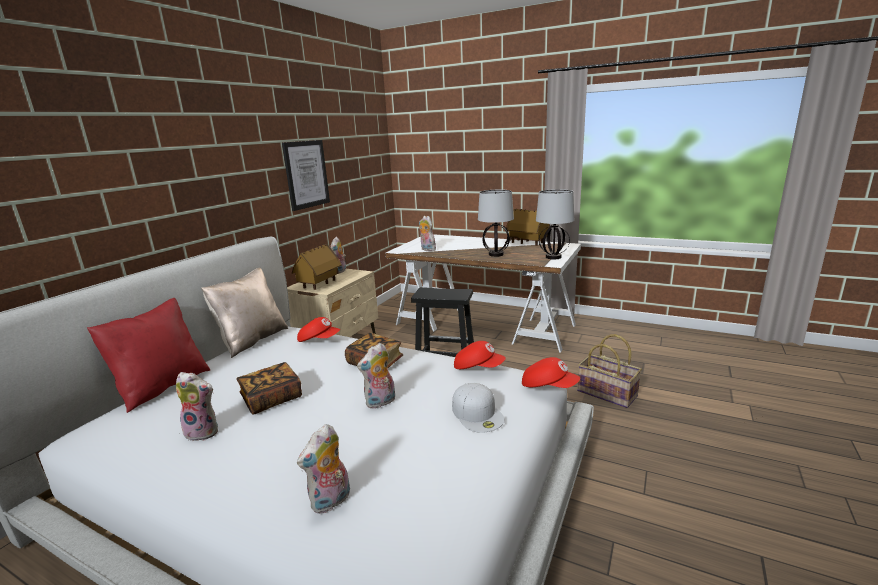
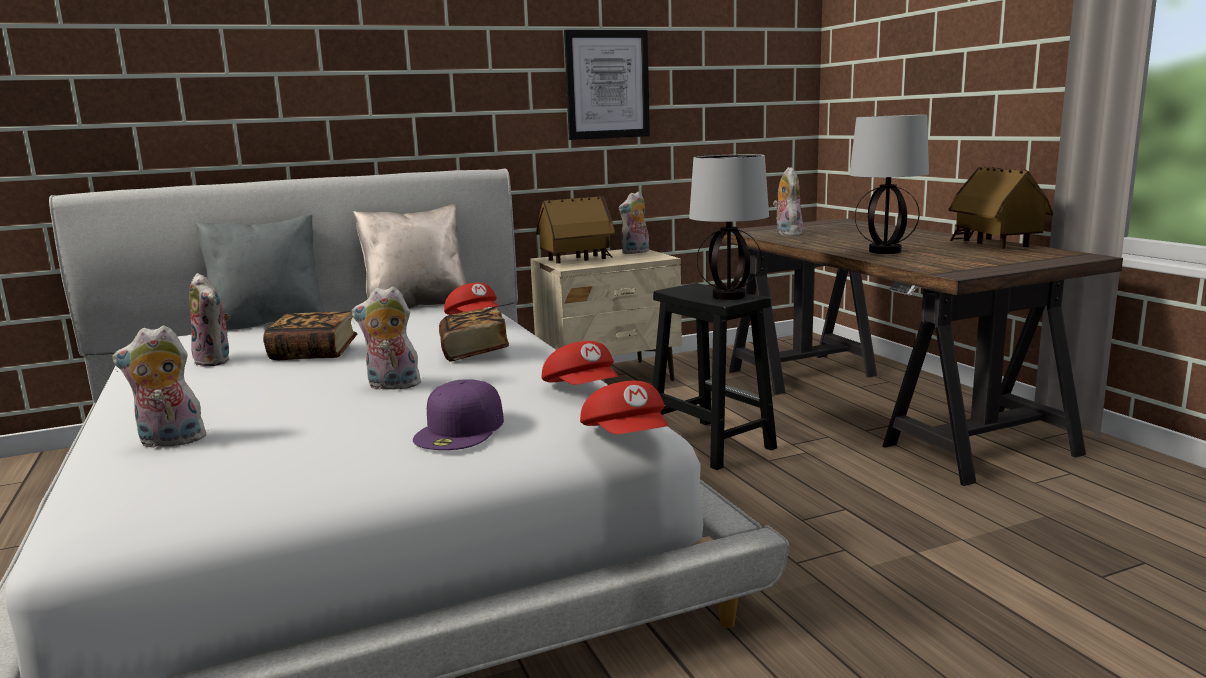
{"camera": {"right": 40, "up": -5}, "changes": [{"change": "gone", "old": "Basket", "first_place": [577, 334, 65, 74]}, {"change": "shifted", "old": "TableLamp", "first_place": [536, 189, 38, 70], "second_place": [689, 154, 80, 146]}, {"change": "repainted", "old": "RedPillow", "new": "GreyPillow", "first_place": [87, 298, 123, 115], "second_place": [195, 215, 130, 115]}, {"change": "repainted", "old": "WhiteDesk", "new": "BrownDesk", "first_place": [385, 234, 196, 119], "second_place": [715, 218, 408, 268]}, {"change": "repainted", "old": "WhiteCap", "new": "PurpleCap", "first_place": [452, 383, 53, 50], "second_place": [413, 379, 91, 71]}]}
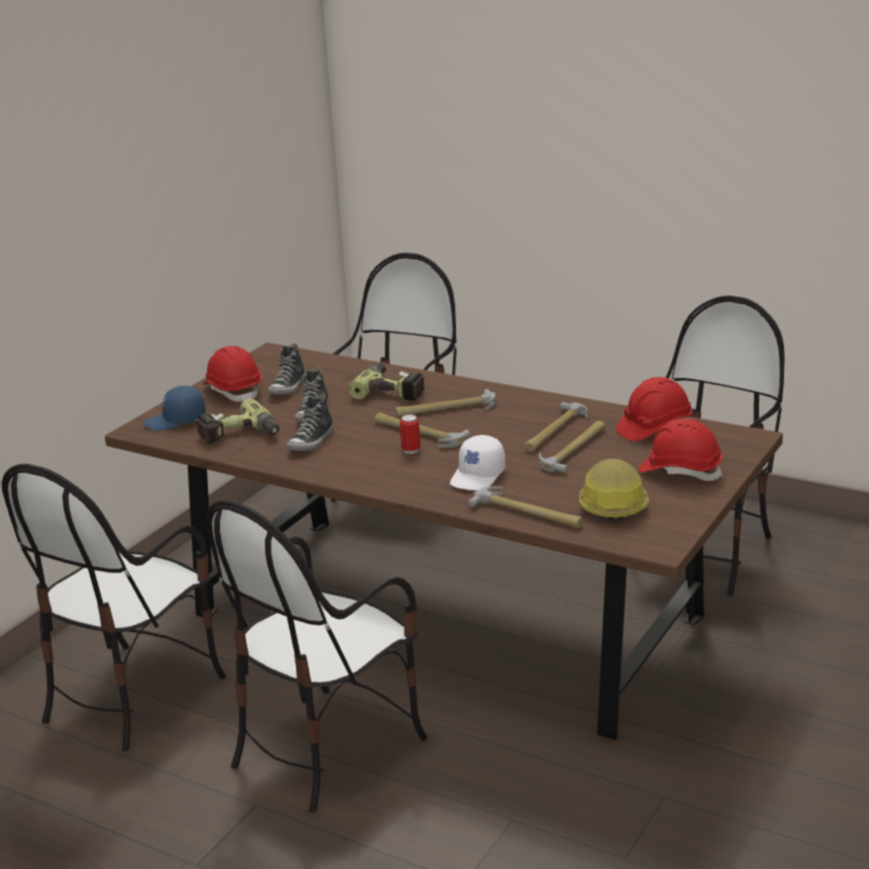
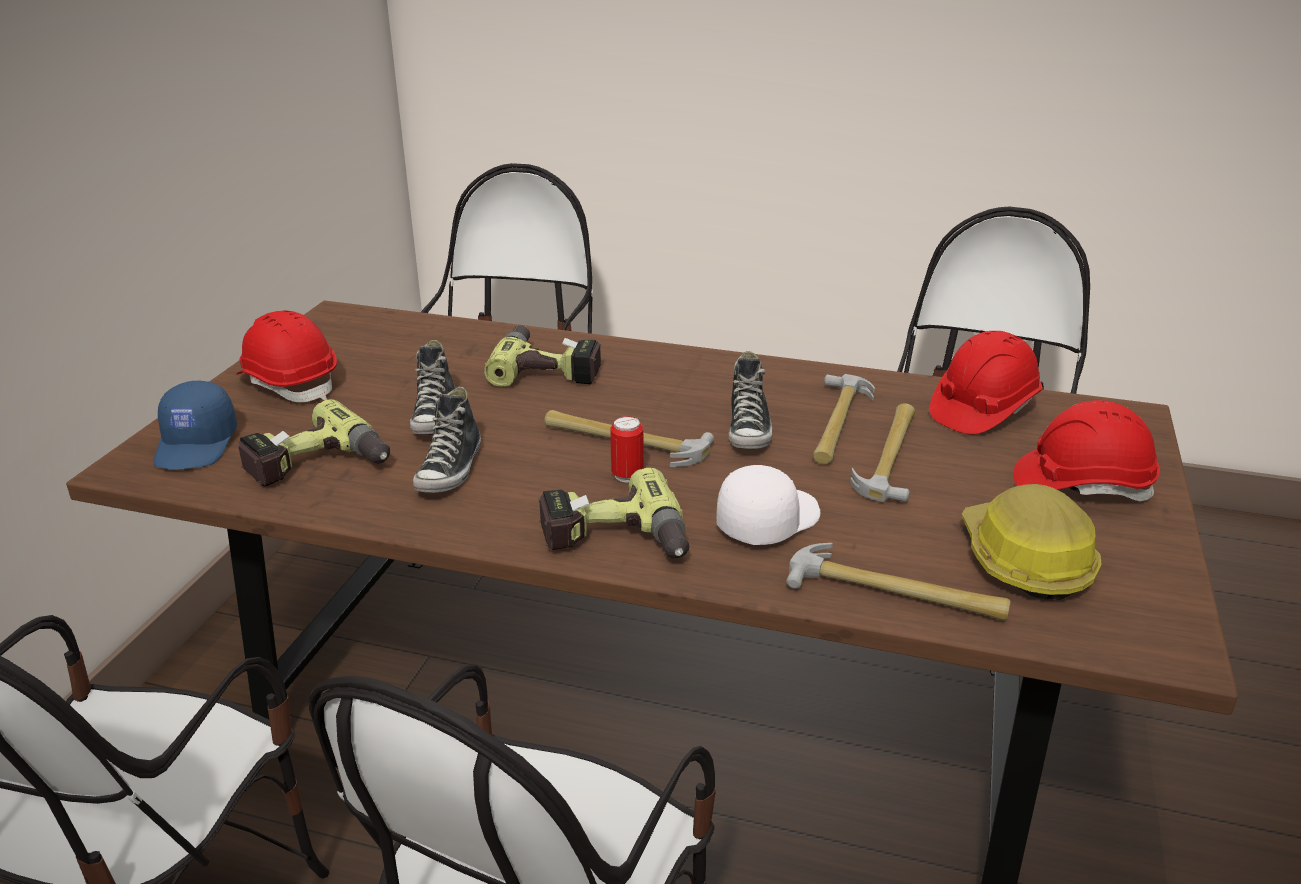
{"camera": {"right": -15, "up": 5}, "changes": [{"change": "gone", "old": "Hammer", "first_place": [395, 389, 101, 28]}, {"change": "new", "new": "PowerDrill", "second_place": [538, 468, 152, 91]}, {"change": "shifted", "old": "Shoe", "first_place": [268, 343, 37, 52], "second_place": [729, 351, 43, 99]}, {"change": "rotated", "old": "BlueCap", "first_place": [143, 386, 63, 45], "second_place": [153, 381, 84, 88], "degrees": -60}, {"change": "rotated", "old": "WhiteCap", "first_place": [450, 435, 56, 56], "second_place": [716, 465, 104, 80], "degrees": -150}]}
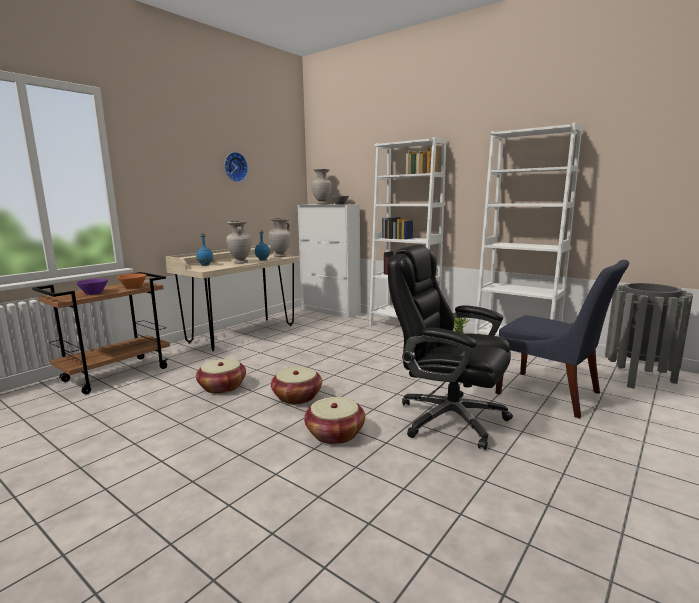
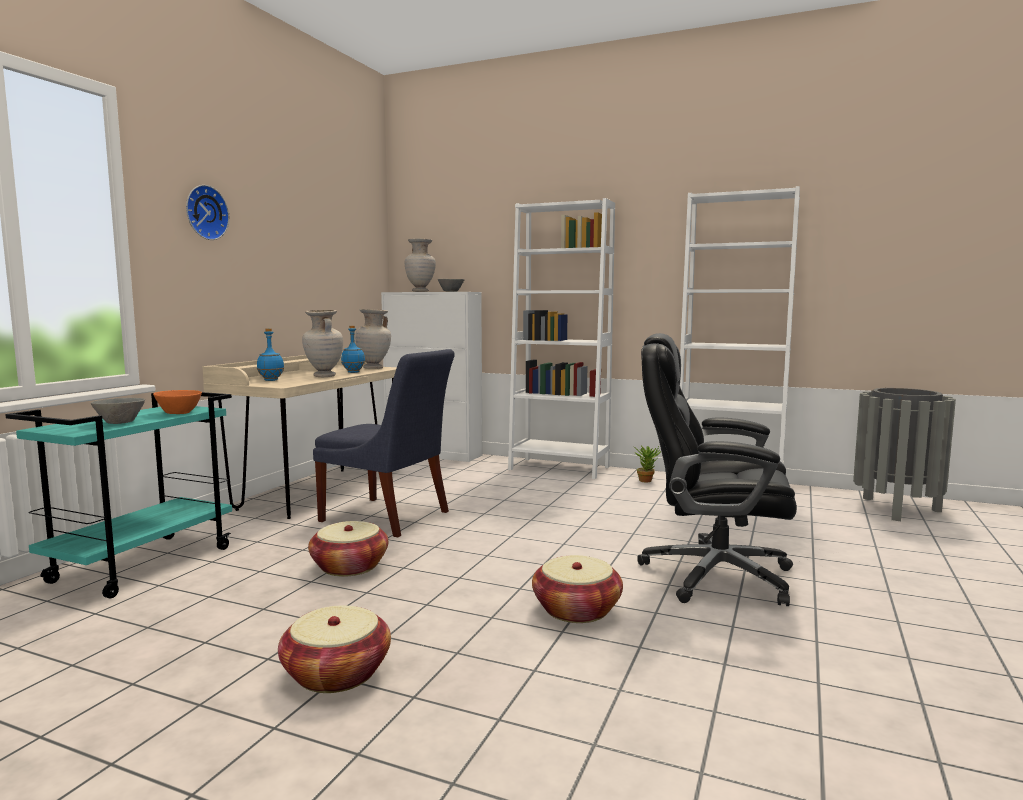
{"camera": {"right": -15, "up": -5}, "changes": [{"change": "shifted", "old": "WallClock", "first_place": [224, 152, 24, 30], "second_place": [186, 185, 43, 55]}, {"change": "shifted", "old": "Basket", "first_place": [271, 367, 51, 37], "second_place": [278, 606, 113, 87]}, {"change": "shifted", "old": "BlueChair", "first_place": [496, 260, 133, 158], "second_place": [313, 349, 142, 188]}, {"change": "repainted", "old": "BrownCart", "new": "TurquoiseCart", "first_place": [32, 272, 138, 122], "second_place": [5, 392, 227, 206]}, {"change": "repainted", "old": "PurpleBowl", "new": "GreyBowl", "first_place": [76, 279, 32, 16], "second_place": [91, 398, 54, 26]}]}
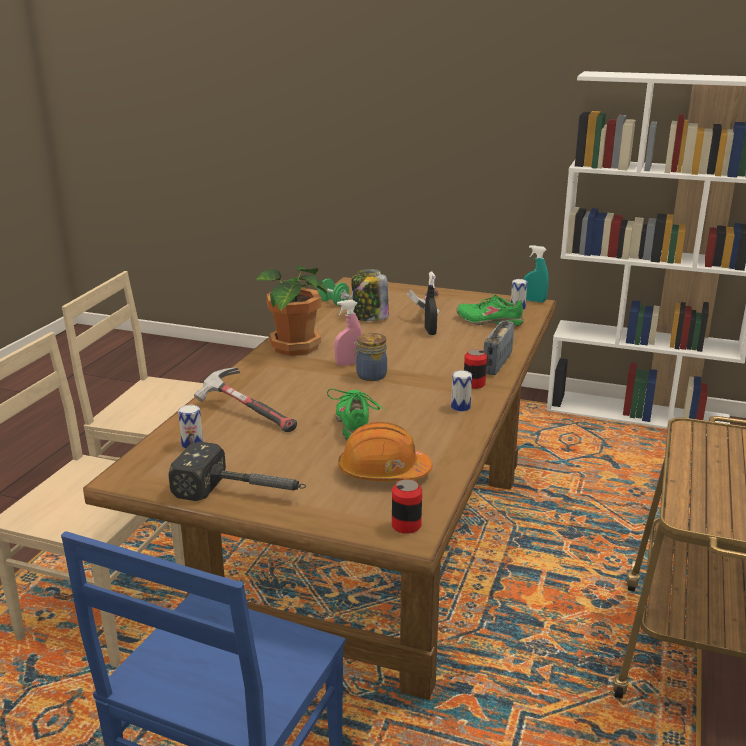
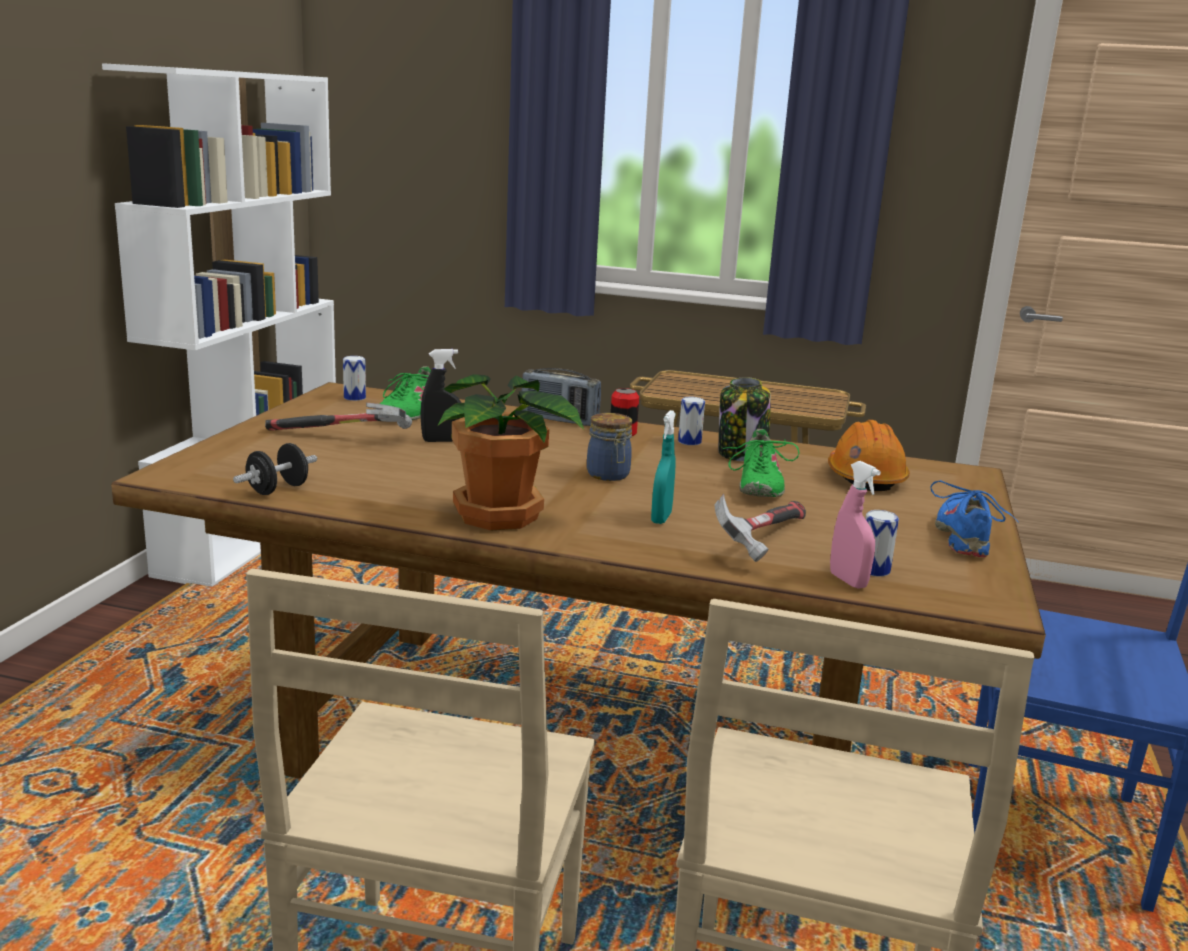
{"camera": {"right": -95, "up": -5}, "changes": [{"change": "gone", "old": "Can", "first_place": [392, 479, 30, 55]}, {"change": "shifted", "old": "PinkSprayBottle", "first_place": [334, 300, 28, 66], "second_place": [830, 461, 51, 128]}, {"change": "shifted", "old": "Jar", "first_place": [352, 269, 37, 52], "second_place": [719, 377, 52, 84]}, {"change": "shifted", "old": "TurquoiseSprayBottle", "first_place": [524, 245, 25, 57], "second_place": [651, 410, 25, 114]}, {"change": "swapped", "old": "Hammer", "new": "BlueShoe", "first_place": [168, 442, 138, 59], "second_place": [930, 480, 89, 78]}, {"change": "repainted", "old": "GreenDumbbell", "new": "BlackDumbbell", "first_place": [317, 279, 35, 27], "second_place": [233, 443, 84, 52]}, {"change": "rotated", "old": "GreenShoe", "first_place": [327, 388, 60, 52], "second_place": [723, 429, 77, 68], "degrees": -75}]}
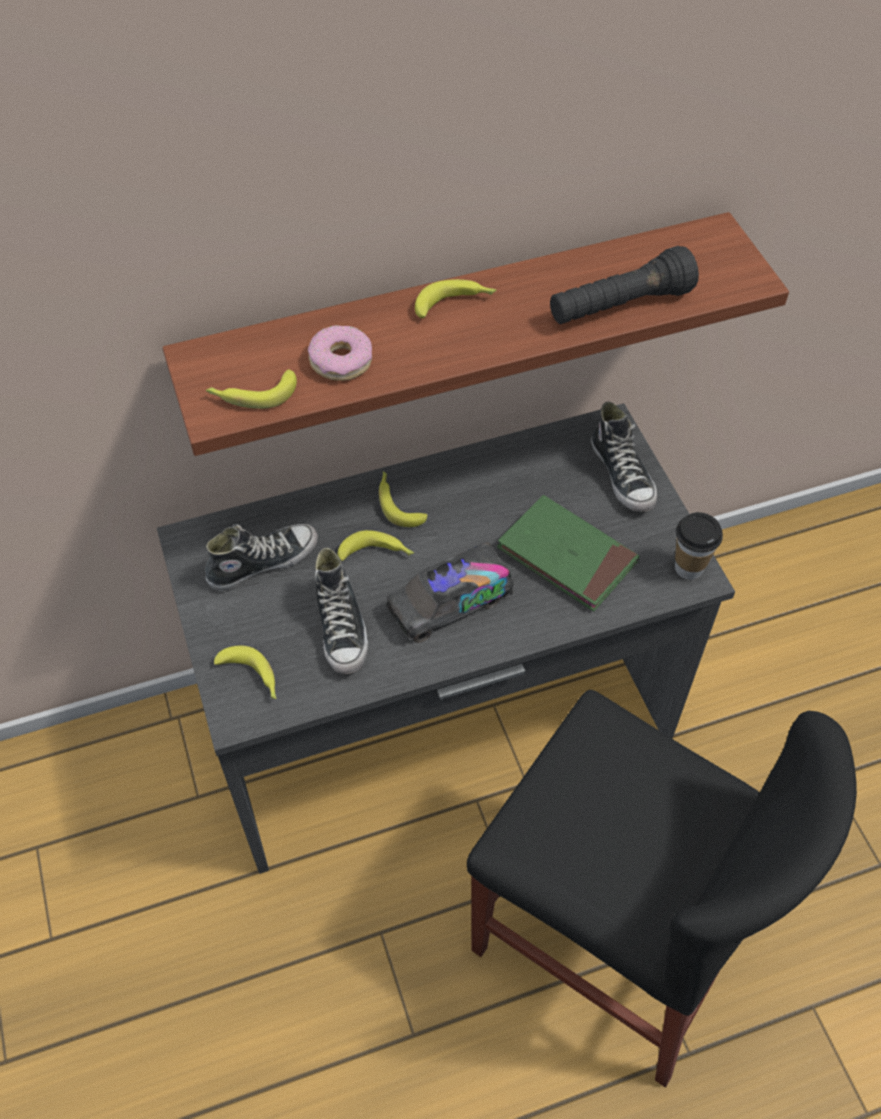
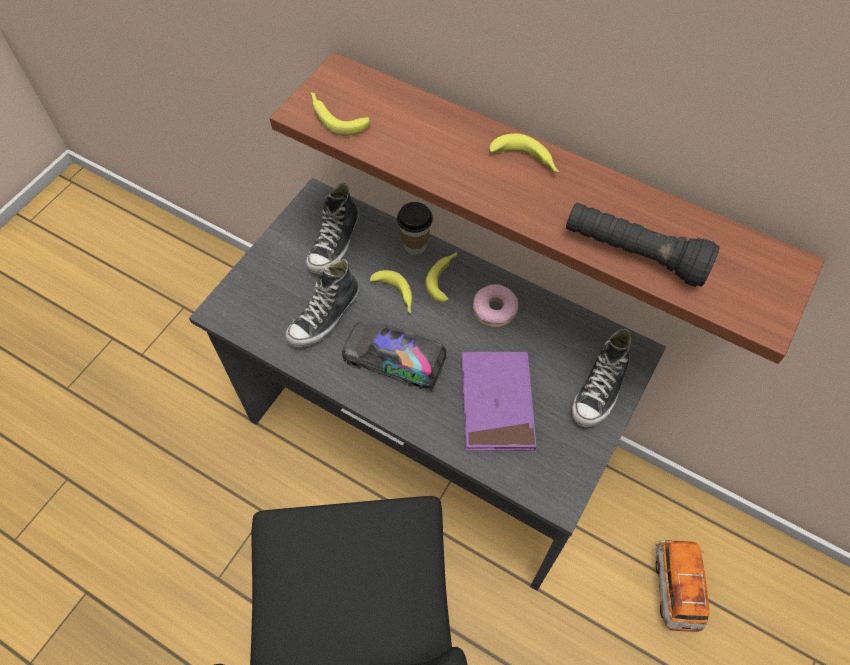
{"camera": {"right": 50, "up": 5}, "changes": [{"change": "gone", "old": "Banana", "first_place": [214, 645, 63, 54]}, {"change": "new", "new": "ToyCar", "second_place": [656, 540, 53, 92]}, {"change": "shifted", "old": "Donut", "first_place": [308, 325, 64, 56], "second_place": [473, 284, 45, 43]}, {"change": "shifted", "old": "Cup", "first_place": [675, 512, 48, 68], "second_place": [397, 202, 36, 53]}, {"change": "repainted", "old": "GreenBook", "new": "PurpleBook", "first_place": [497, 495, 142, 116], "second_place": [461, 352, 75, 99]}, {"change": "rotated", "old": "Shoe", "first_place": [205, 524, 113, 67], "second_place": [306, 183, 53, 91], "degrees": 90}]}
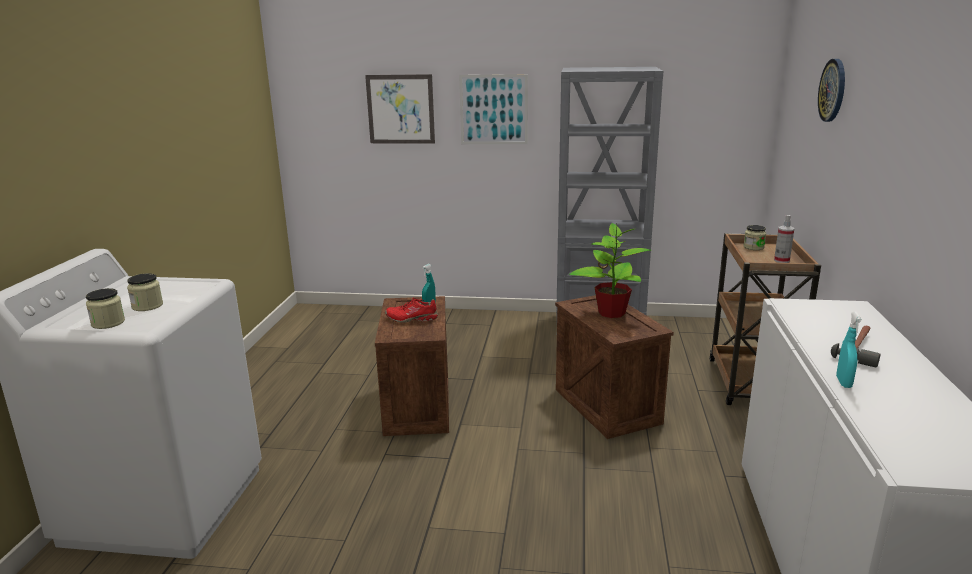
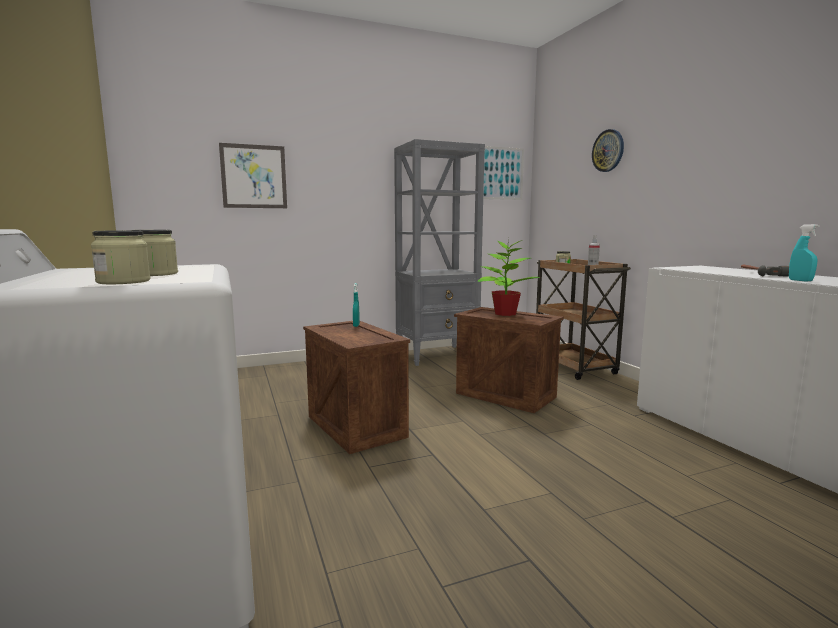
{"camera": {"right": -30, "up": -10}, "changes": [{"change": "gone", "old": "RedShoe", "first_place": [385, 298, 53, 25]}, {"change": "shifted", "old": "Picture", "first_place": [459, 74, 69, 70], "second_place": [483, 146, 41, 54]}]}
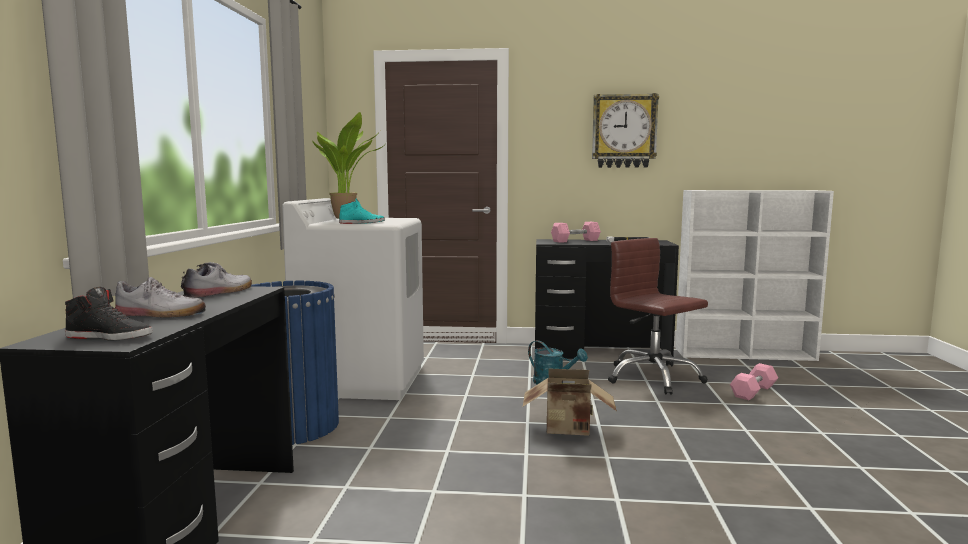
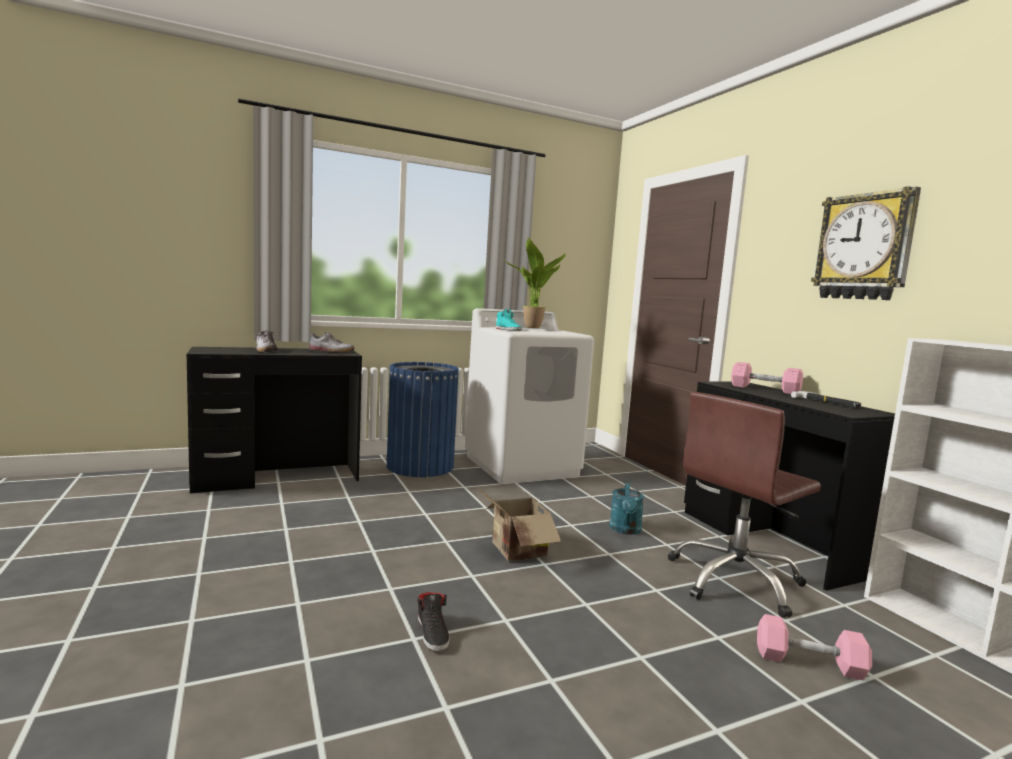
{"camera": {"right": 60, "up": 0}, "changes": [{"change": "shifted", "old": "BlackShoe", "first_place": [65, 287, 88, 54], "second_place": [417, 592, 33, 59]}, {"change": "rotated", "old": "BrownOfficeChair", "first_place": [608, 238, 100, 157], "second_place": [668, 392, 153, 226], "degrees": -150}]}
